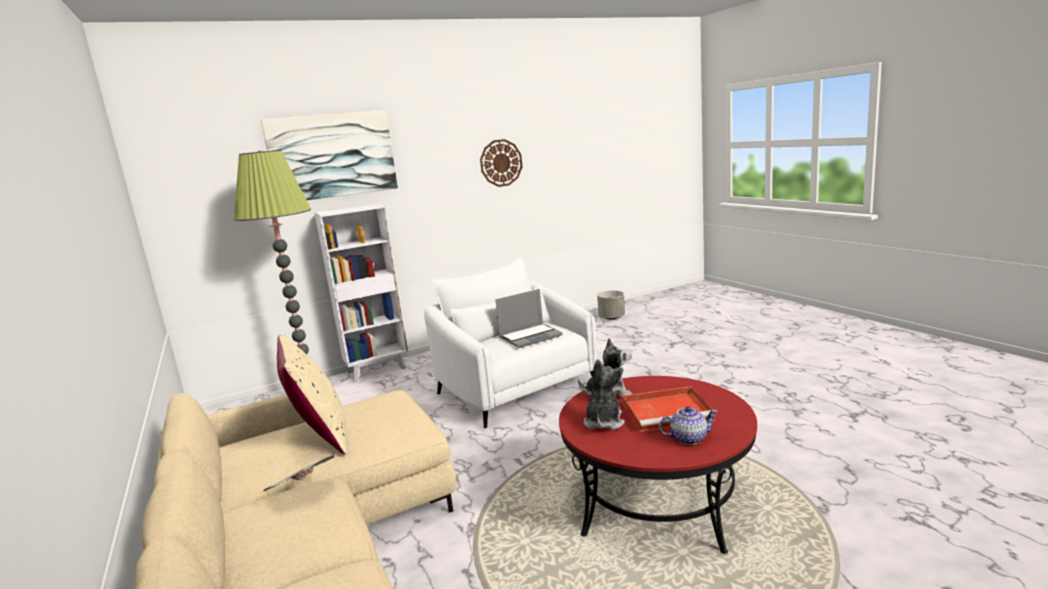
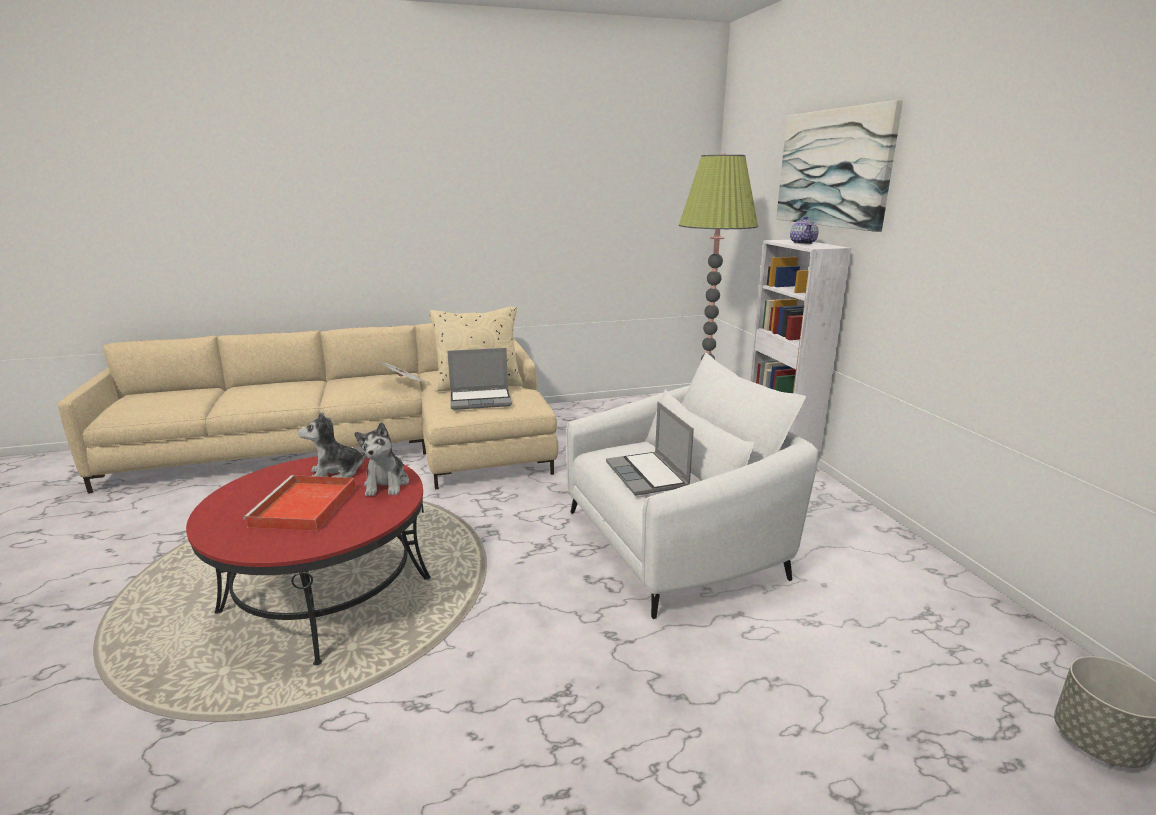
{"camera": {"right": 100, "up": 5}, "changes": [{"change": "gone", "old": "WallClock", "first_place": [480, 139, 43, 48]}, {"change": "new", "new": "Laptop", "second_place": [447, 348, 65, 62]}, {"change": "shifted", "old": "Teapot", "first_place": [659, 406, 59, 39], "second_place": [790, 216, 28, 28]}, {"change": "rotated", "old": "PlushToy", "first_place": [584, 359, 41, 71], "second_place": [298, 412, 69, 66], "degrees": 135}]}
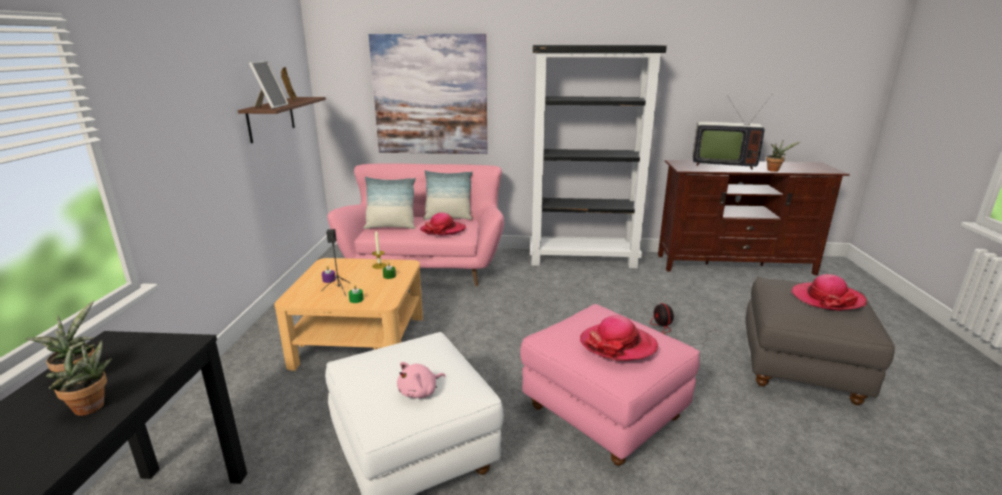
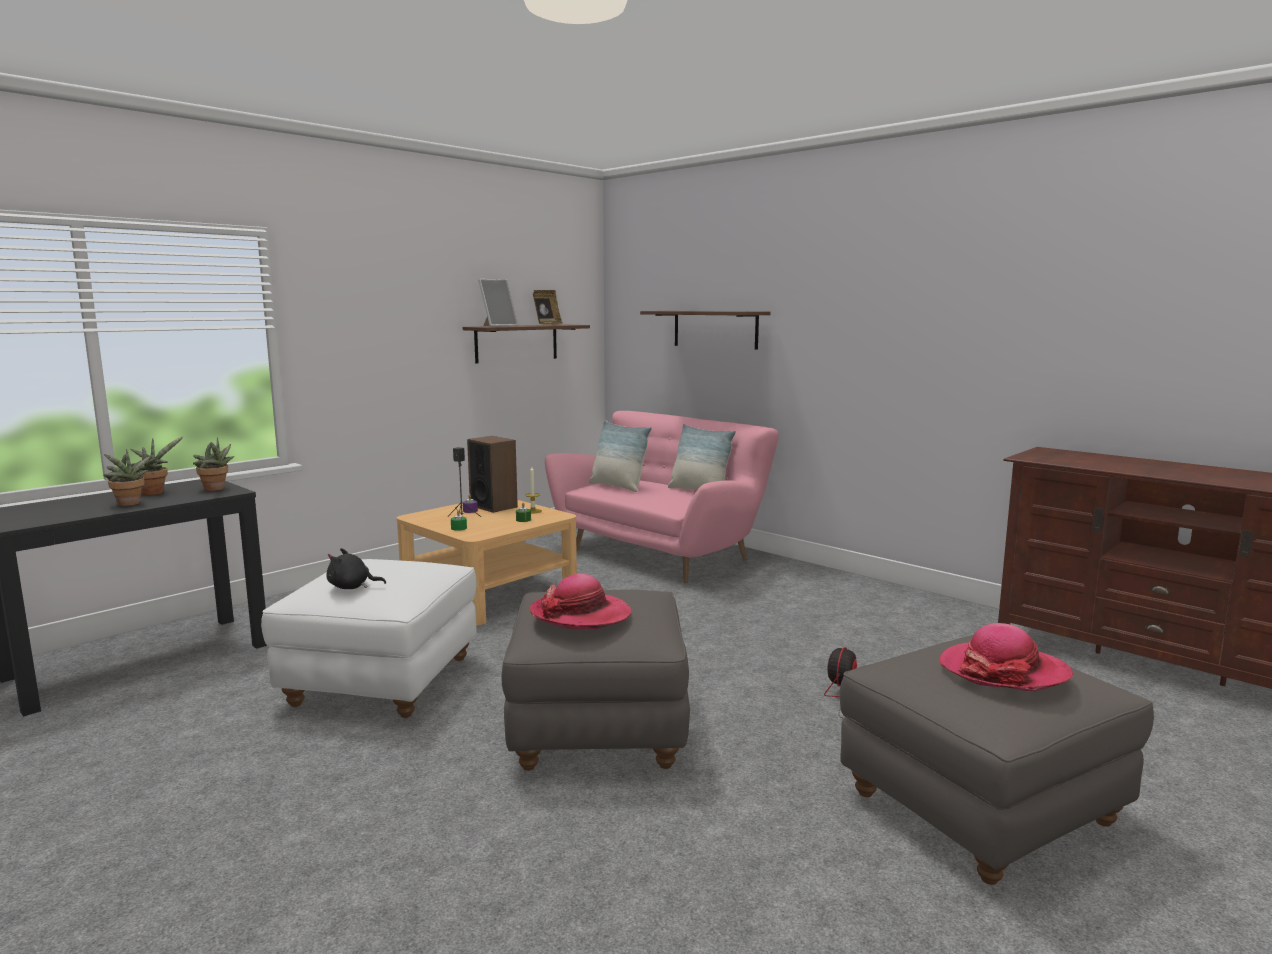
{"camera": {"right": 40, "up": -10}, "changes": [{"change": "gone", "old": "Hat", "first_place": [420, 212, 46, 23]}, {"change": "gone", "old": "BlackBookcase", "first_place": [530, 45, 137, 223]}, {"change": "gone", "old": "Television", "first_place": [692, 96, 79, 73]}, {"change": "new", "new": "Speaker", "second_place": [467, 436, 51, 77]}, {"change": "shifted", "old": "PottedPlant", "first_place": [766, 141, 34, 31], "second_place": [193, 437, 41, 54]}, {"change": "swapped", "old": "Picture", "new": "BrownShelf", "first_place": [368, 34, 119, 120], "second_place": [640, 311, 131, 38]}, {"change": "repainted", "old": "PinkPlushToy", "new": "BlackPlushToy", "first_place": [397, 362, 49, 36], "second_place": [327, 548, 59, 41]}, {"change": "repainted", "old": "PinkOttoman", "new": "GreyOttoman", "first_place": [520, 304, 180, 162], "second_place": [501, 590, 189, 181]}]}
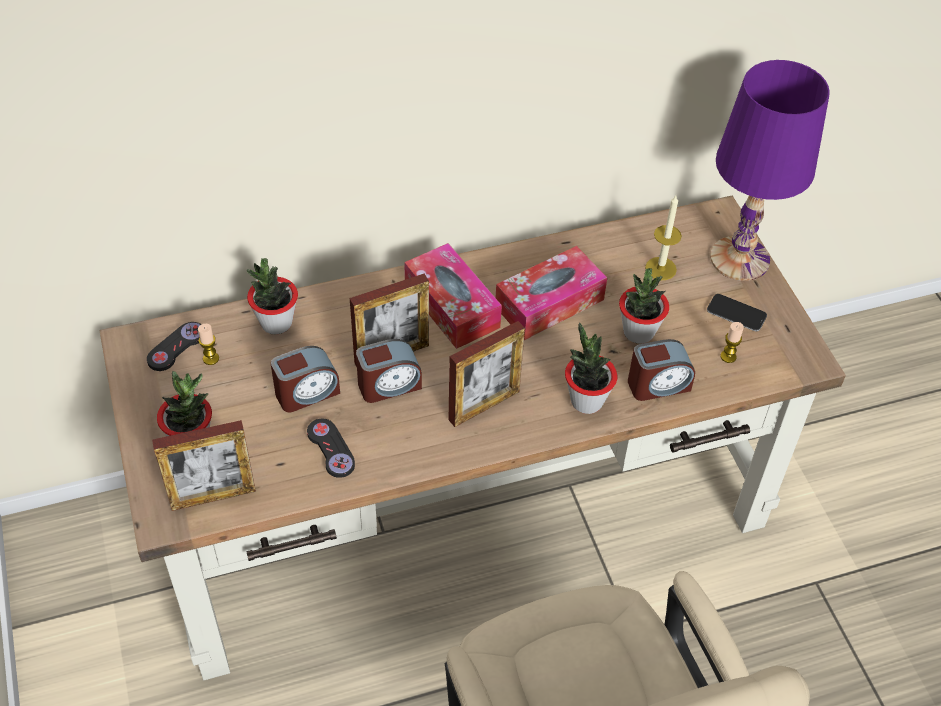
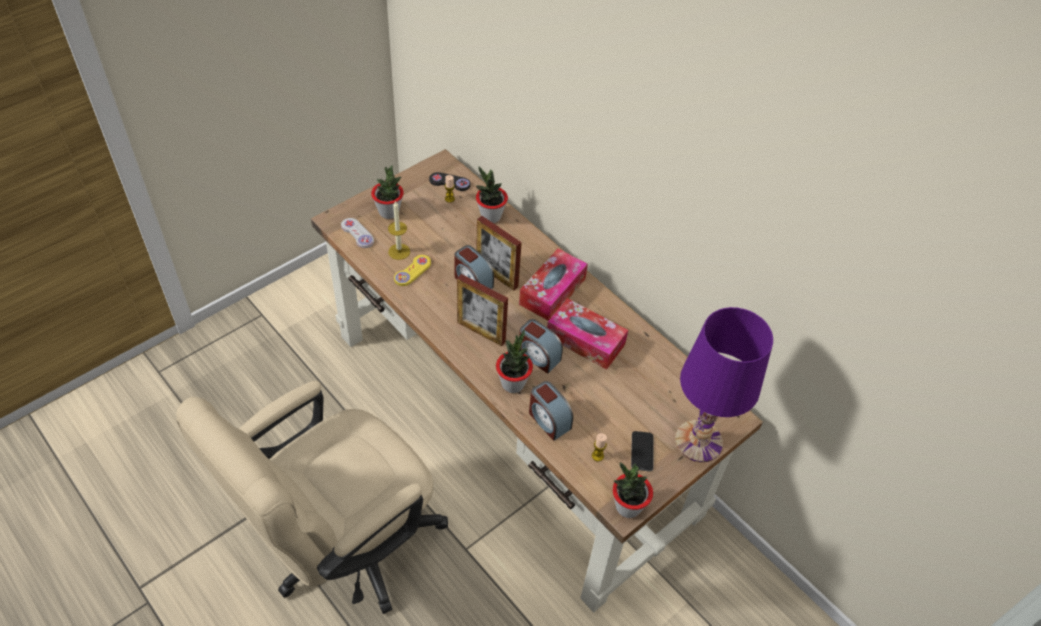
{"camera": {"right": 65, "up": 0}, "changes": [{"change": "shifted", "old": "AlarmClock", "first_place": [271, 346, 69, 66], "second_place": [519, 319, 44, 55]}, {"change": "shifted", "old": "PottedPlant", "first_place": [619, 268, 50, 76], "second_place": [613, 462, 40, 56]}, {"change": "shifted", "old": "Candle", "first_place": [645, 195, 37, 85], "second_place": [388, 201, 22, 59]}, {"change": "swapped", "old": "PictureFrame", "new": "WhiteGameController", "first_place": [152, 420, 104, 91], "second_place": [341, 218, 33, 30]}, {"change": "repainted", "old": "BlackGameController", "new": "YellowGameController", "first_place": [307, 419, 48, 59], "second_place": [394, 255, 37, 31]}]}
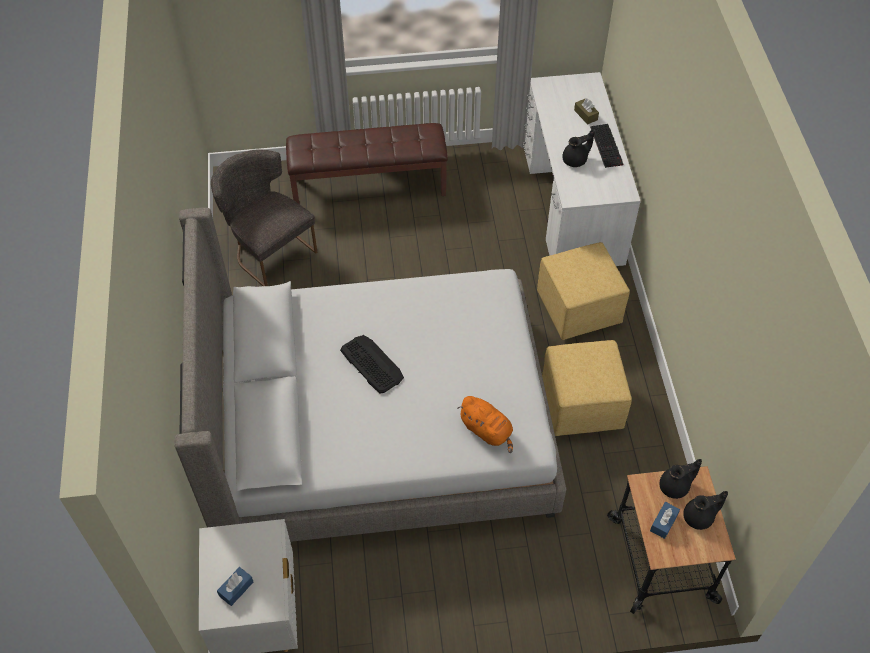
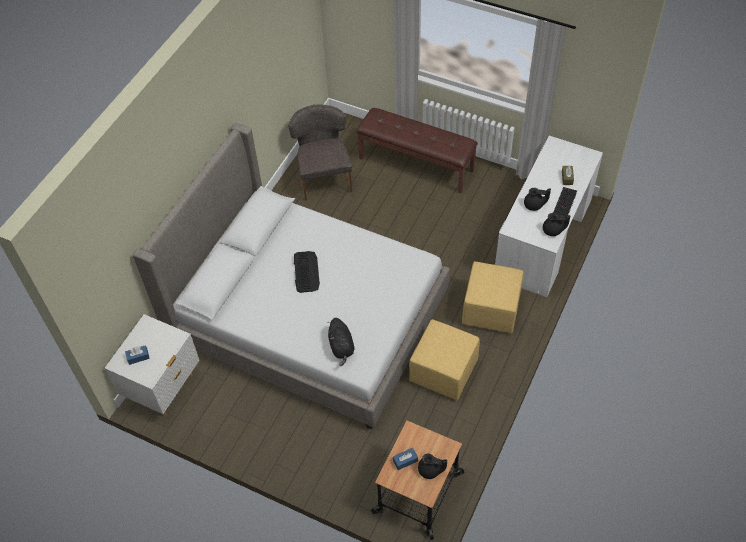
{"camera": {"right": 35, "up": 0}, "changes": [{"change": "shifted", "old": "BlackTeapot", "first_place": [659, 459, 43, 40], "second_place": [543, 213, 27, 23]}, {"change": "repainted", "old": "OrangePlushToy", "new": "BlackPlushToy", "first_place": [457, 396, 56, 57], "second_place": [327, 318, 27, 48]}]}
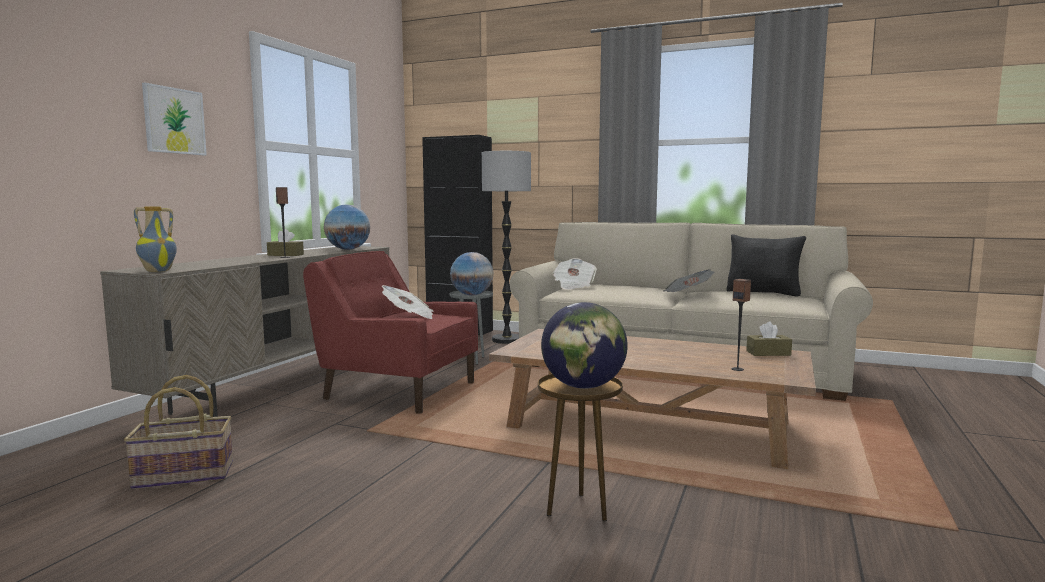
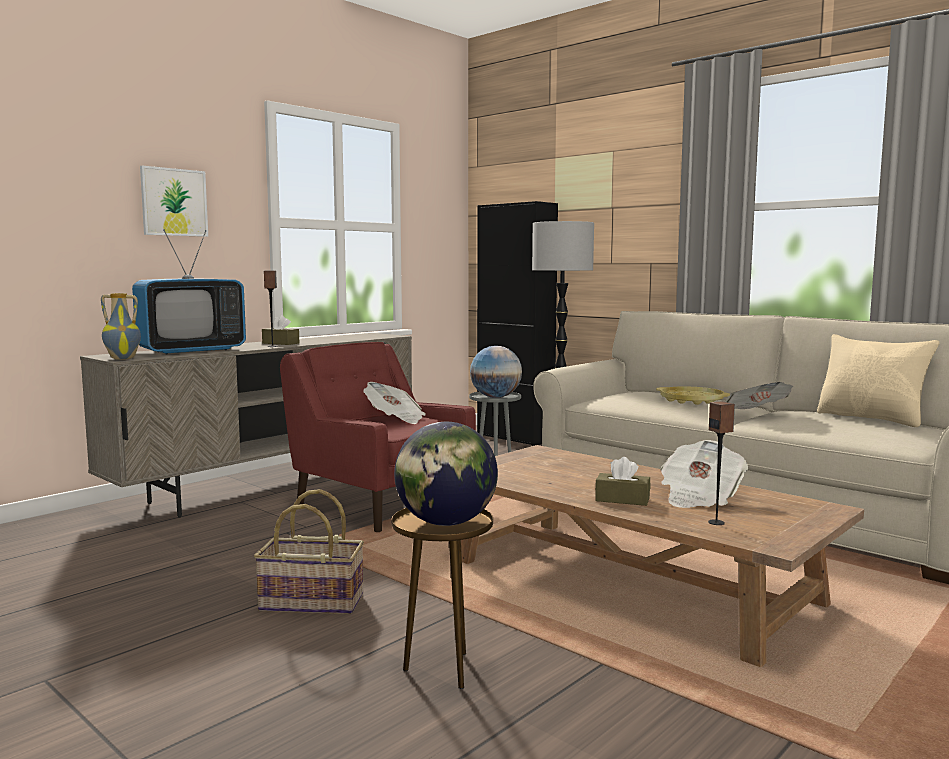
{"camera": {"right": 20, "up": 0}, "changes": [{"change": "gone", "old": "Globe", "first_place": [324, 204, 46, 46]}, {"change": "new", "new": "Television", "second_place": [132, 229, 114, 126]}, {"change": "new", "new": "YellowTray", "second_place": [656, 386, 74, 19]}, {"change": "shifted", "old": "Basket", "first_place": [124, 375, 109, 114], "second_place": [254, 489, 110, 125]}, {"change": "shifted", "old": "Newspaper", "first_place": [553, 258, 44, 32], "second_place": [660, 440, 88, 68]}, {"change": "shifted", "old": "BrownTissueBox", "first_place": [746, 321, 46, 35], "second_place": [595, 457, 55, 49]}, {"change": "repainted", "old": "BlackPillow", "new": "BeigePillow", "first_place": [727, 234, 79, 63], "second_place": [817, 334, 123, 93]}]}
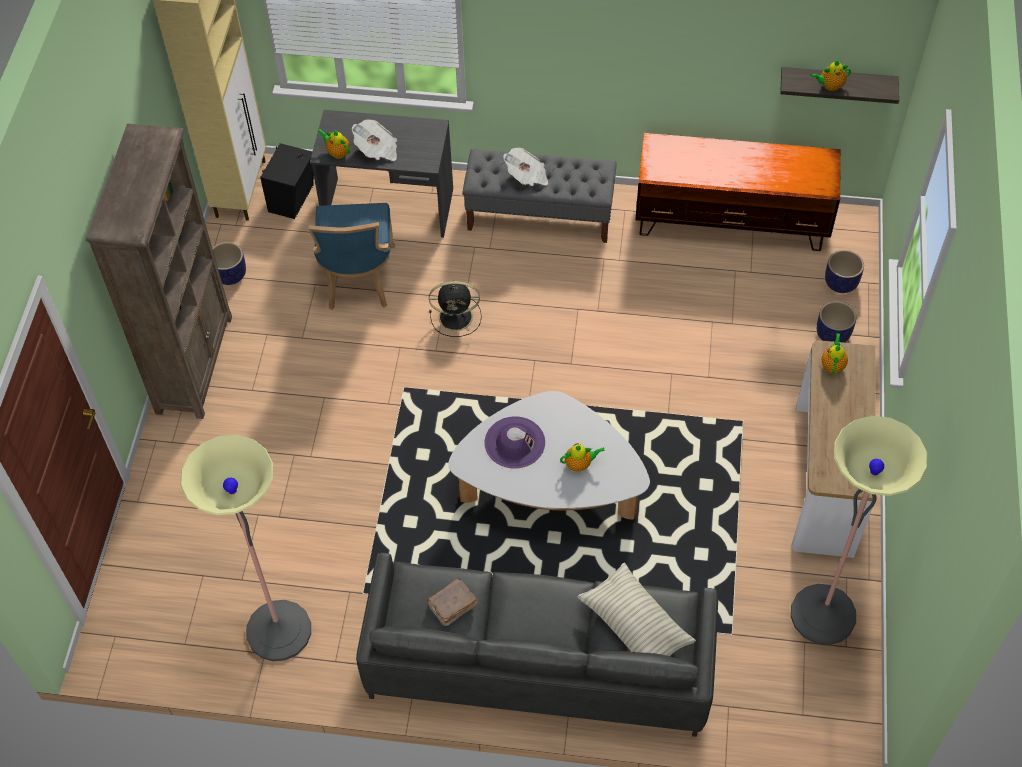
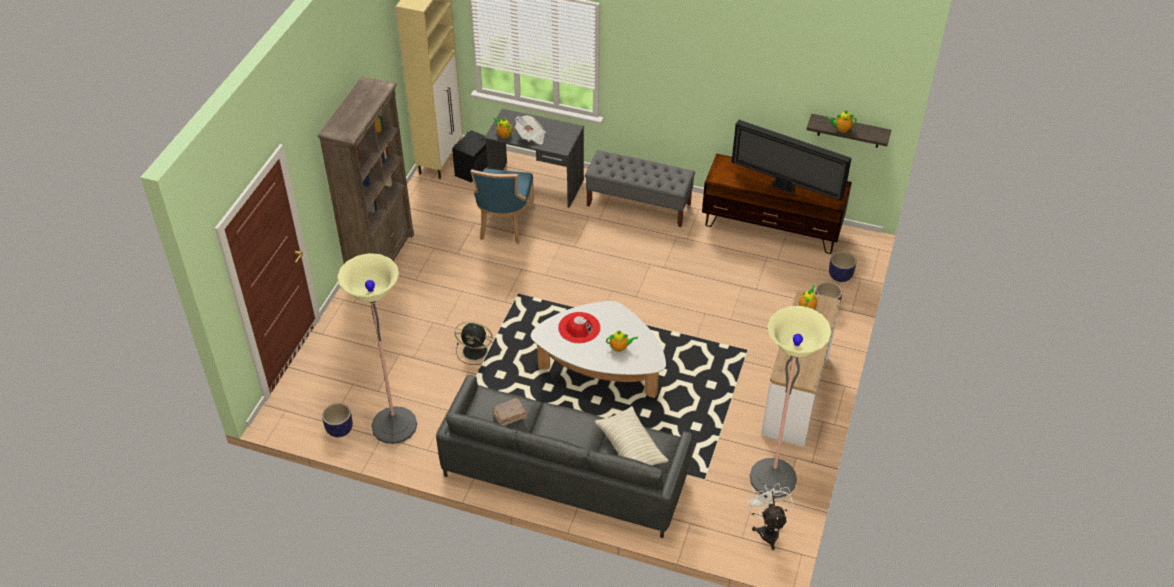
{"camera": {"right": 10, "up": -10}, "changes": [{"change": "gone", "old": "Newspaper", "first_place": [503, 148, 45, 38]}, {"change": "new", "new": "Television", "second_place": [732, 120, 120, 81]}, {"change": "new", "new": "WhiteFan", "second_place": [747, 483, 46, 67]}, {"change": "shifted", "old": "Planter", "first_place": [212, 242, 34, 43], "second_place": [322, 403, 31, 34]}, {"change": "shifted", "old": "BlackFan", "first_place": [429, 281, 53, 56], "second_place": [455, 321, 38, 44]}, {"change": "repainted", "old": "PurpleHat", "new": "RedHat", "first_place": [484, 416, 61, 53], "second_place": [558, 312, 43, 31]}]}
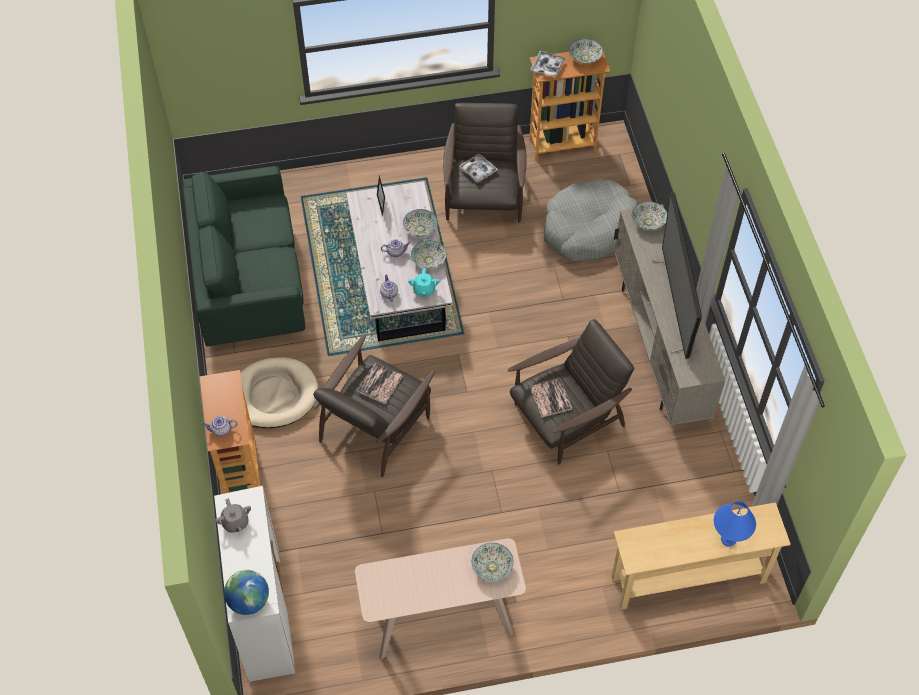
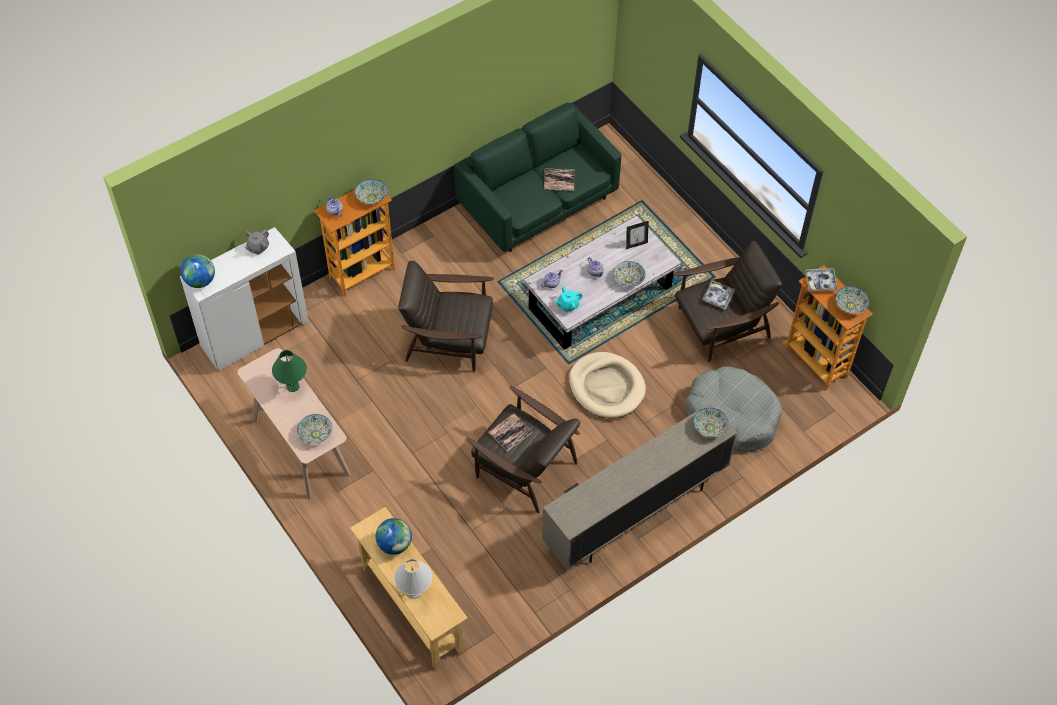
{"camera": {"right": 65, "up": 0}, "changes": [{"change": "gone", "old": "Television", "first_place": [652, 192, 50, 167]}, {"change": "new", "new": "GreenTableLamp", "second_place": [272, 350, 35, 42]}, {"change": "new", "new": "Globe", "second_place": [376, 518, 36, 37]}, {"change": "shifted", "old": "BeigeDogBed", "first_place": [240, 357, 78, 71], "second_place": [569, 352, 77, 66]}, {"change": "shifted", "old": "Book", "first_place": [357, 363, 46, 41], "second_place": [544, 169, 31, 22]}, {"change": "shifted", "old": "Bowl", "first_place": [411, 240, 35, 28], "second_place": [355, 179, 32, 25]}, {"change": "repainted", "old": "BlueTableLamp", "new": "WhiteTableLamp", "first_place": [714, 501, 42, 45], "second_place": [395, 559, 37, 40]}]}
